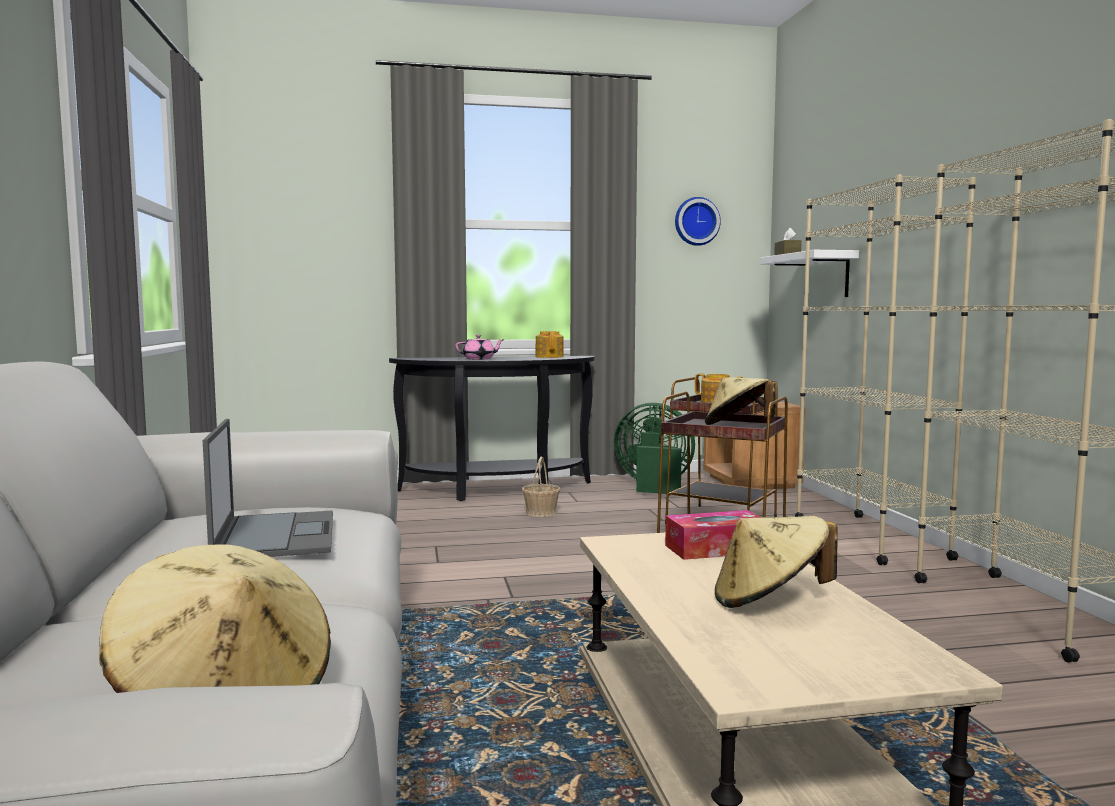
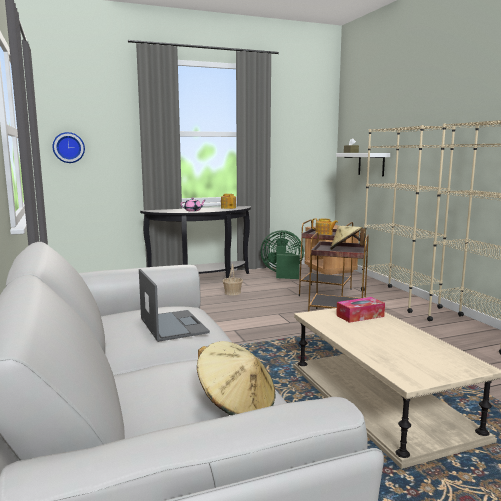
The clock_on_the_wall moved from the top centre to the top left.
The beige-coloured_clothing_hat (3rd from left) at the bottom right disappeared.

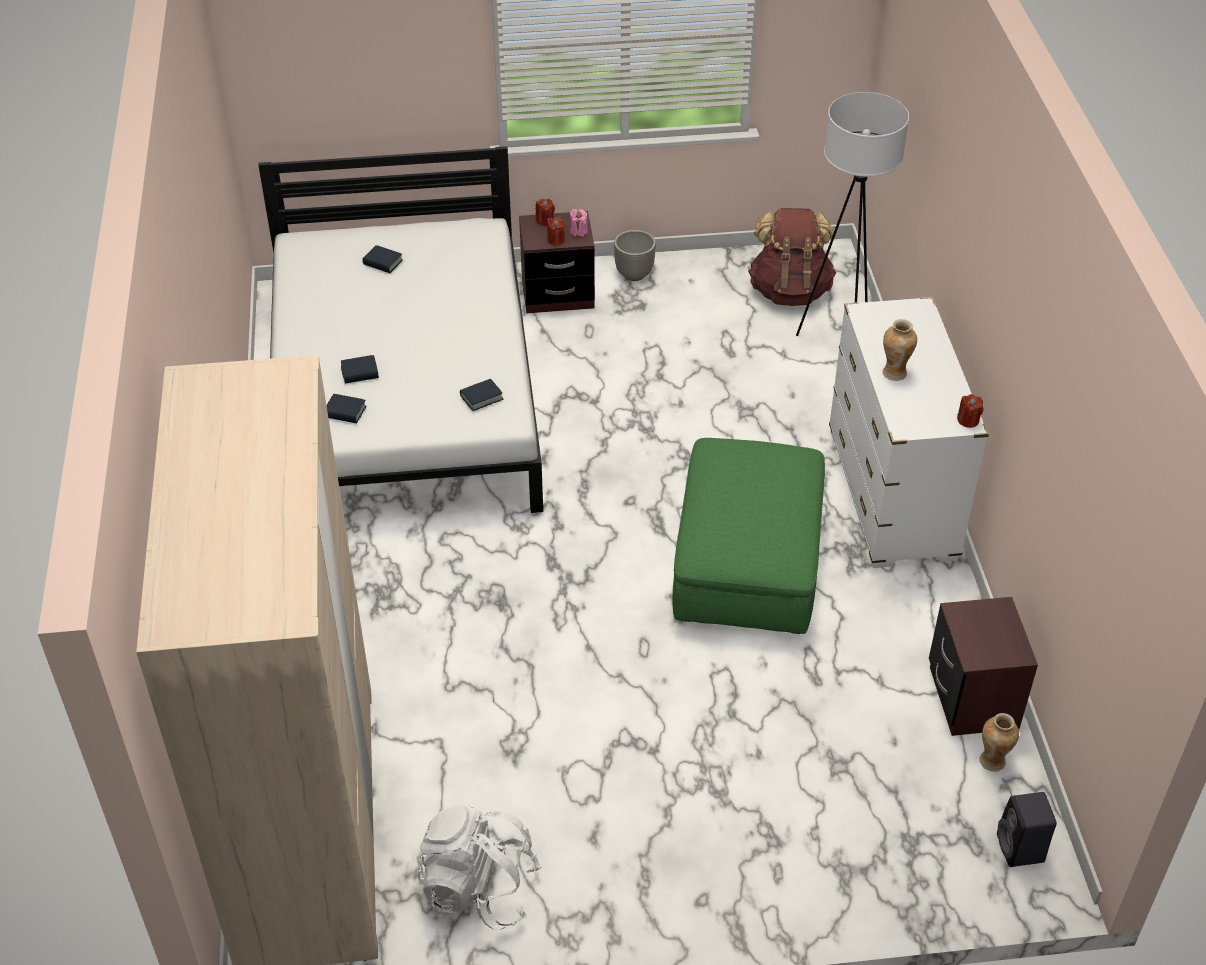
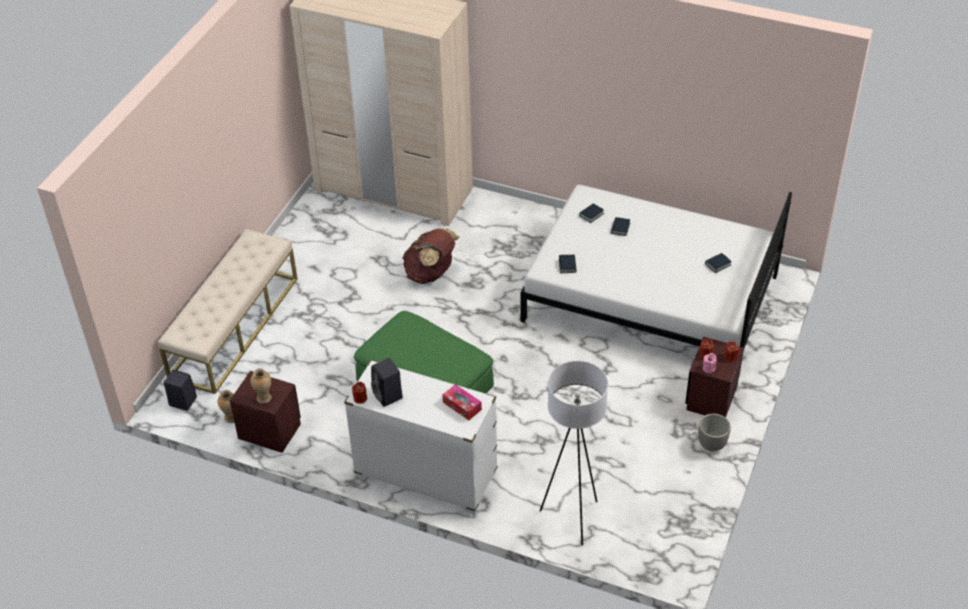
The brownish_knapsack moved from the top centre to the centre.
The flower_vase (1st from left in the first image) moved from the middle right to the middle left.
The whitish_knapsack at the bottom centre disappeared.
The beige-coloured_long_seat at the middle left appeared.
The black-coloured_loudspeaker (2nd from left) at the centre appeared.
The box_of_tissues at the centre appeared.

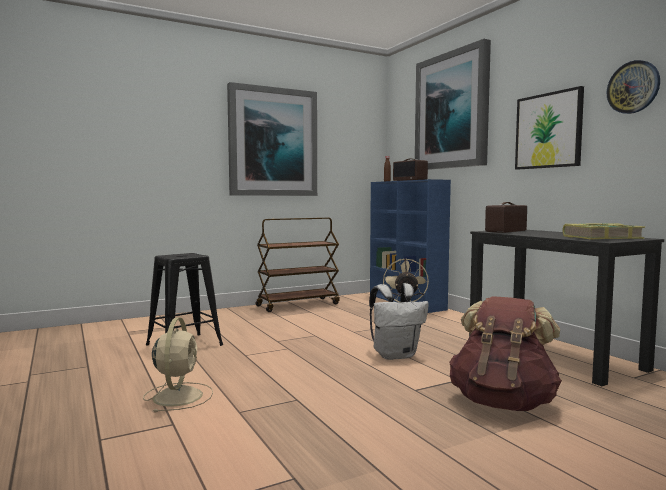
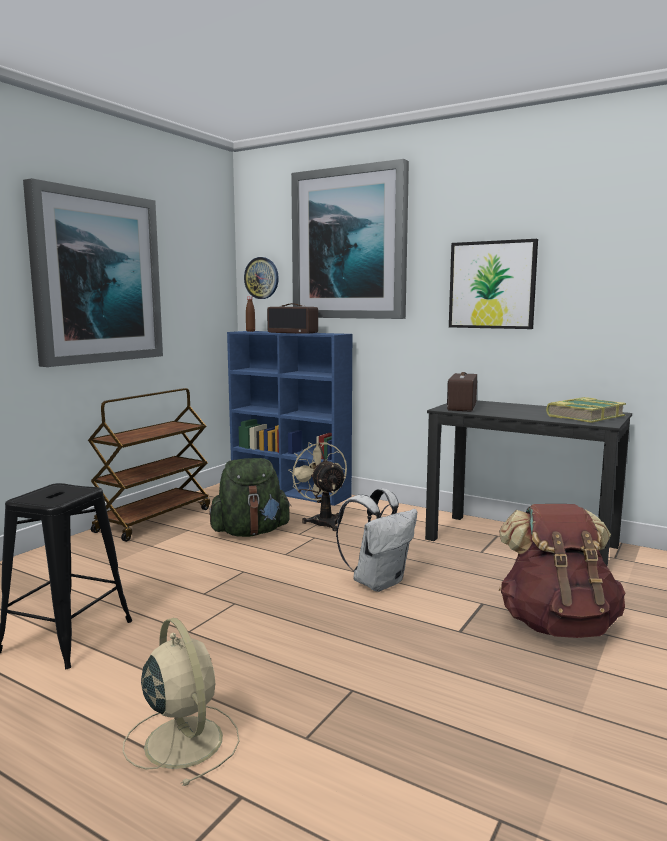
The clock_on_the_wall moved from the top right to the top centre.
The green_knapsack at the centre appeared.

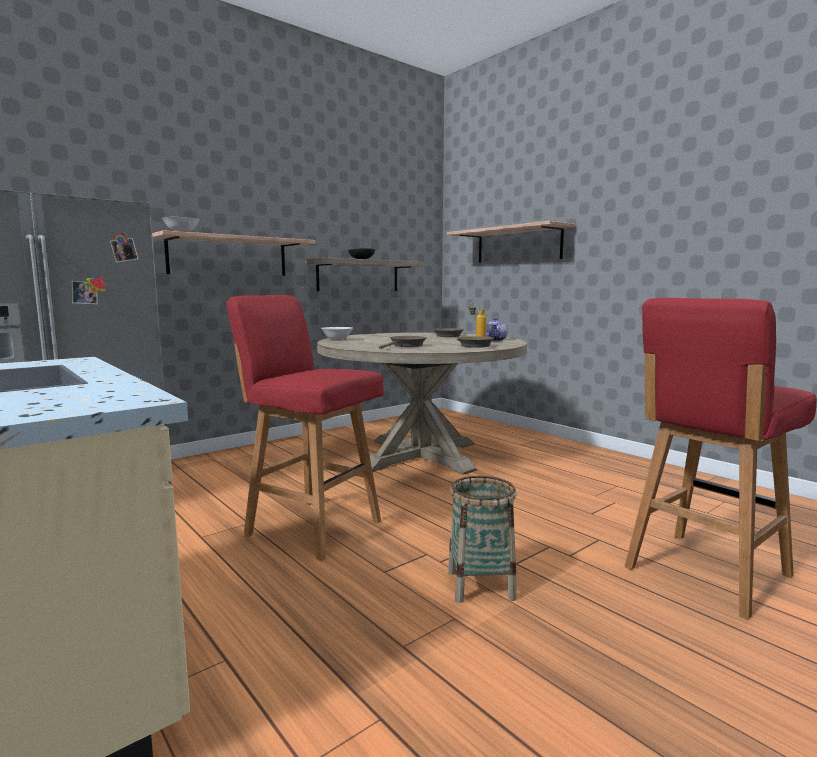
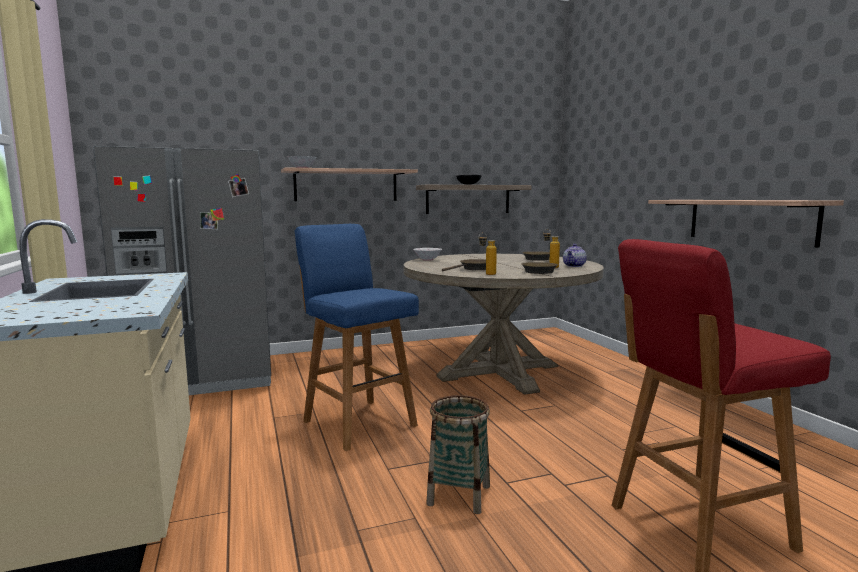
The wall_shelf (3rd from left) moved from the top centre to the middle right.
The reddish_stool_seat (1st from left) at the centre became the bluish_stool_seat at the centre.
The drink_bottle (1st from left) at the centre appeared.

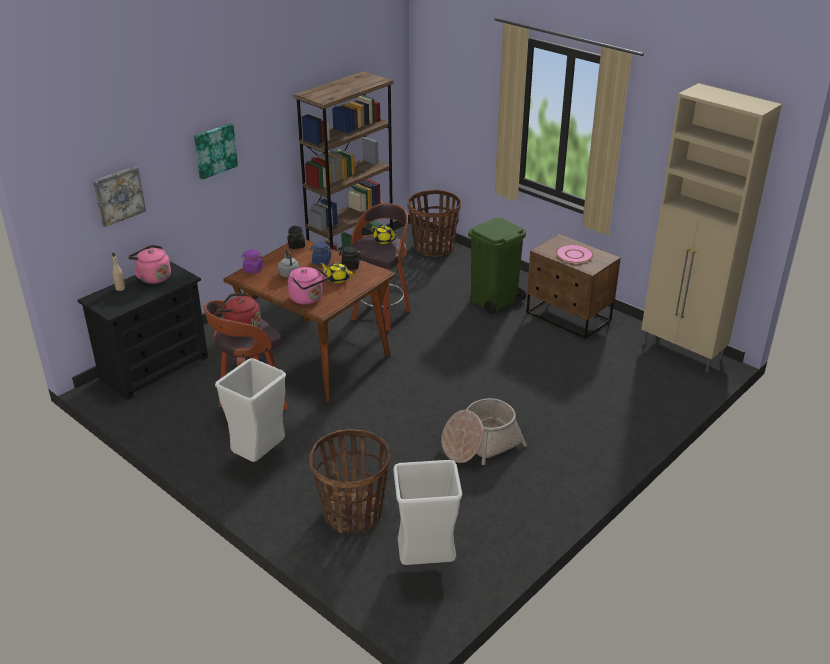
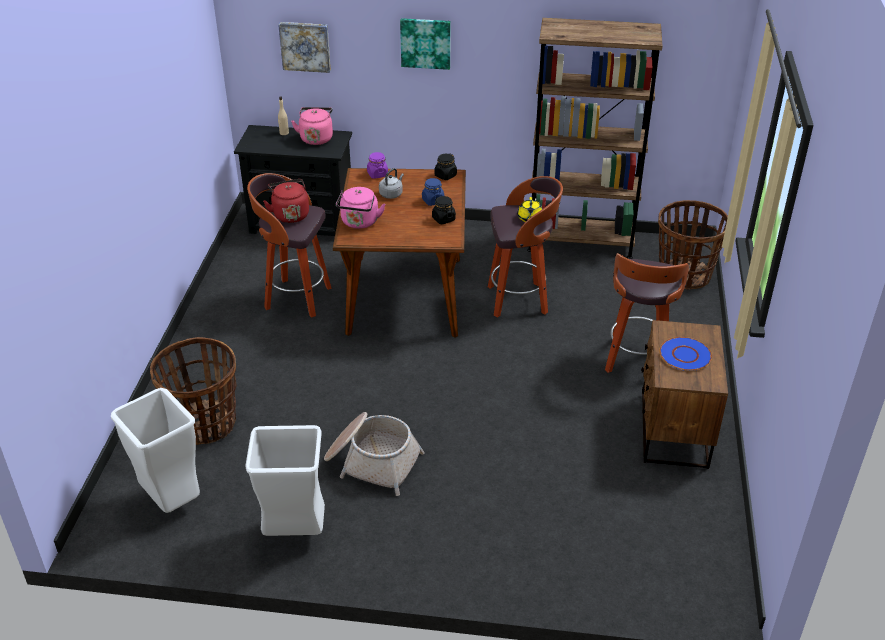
The beige-coloured_storage_cabinet at the middle right disappeared.
The green_rubbish_bin at the centre was replaced by the stool_seat (3rd from left) at the middle right.
The pinkish_flat_dish at the middle right became the bluish_flat_dish at the middle right.
The yellow-coloured_tea_pot (1st from left) at the centre disappeared.
The whitish_rubbish_bin (1st from left in the first image) moved from the middle left to the bottom left.

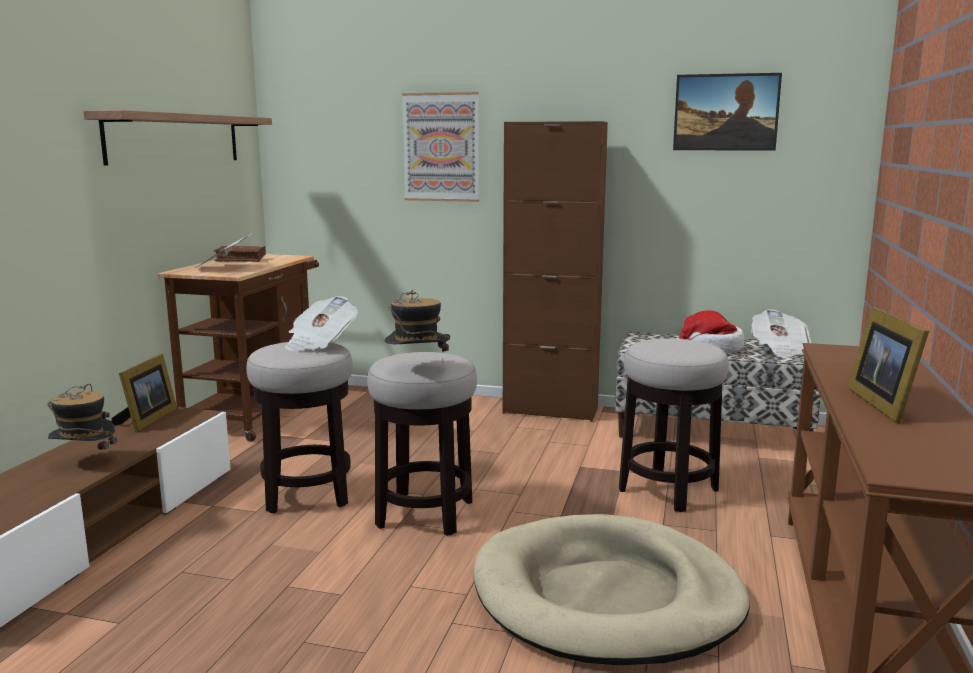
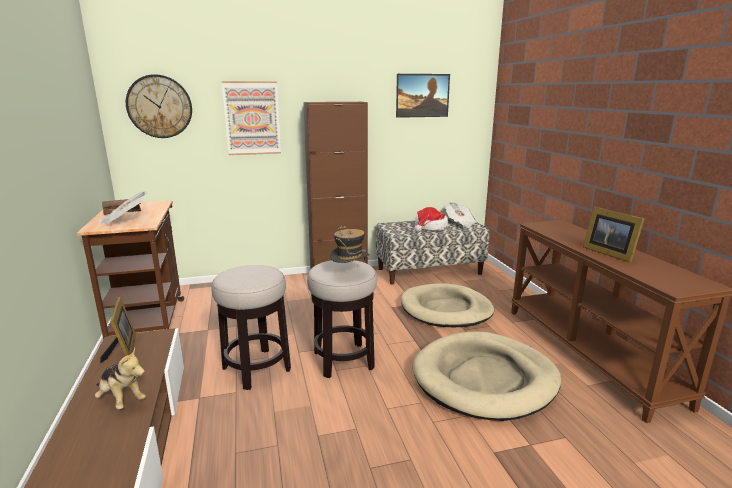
The wall_shelf at the top left disappeared.
The printed_paper (2nd from left) at the middle left disappeared.
The stool_seat (3rd from left) at the middle right was replaced by the beige-coloured_dog_bed (1st from left) at the centre.
The clothing_hat (1st from left) at the middle left was replaced by the plush_toy at the bottom left.
The clock_on_the_wall at the top left appeared.

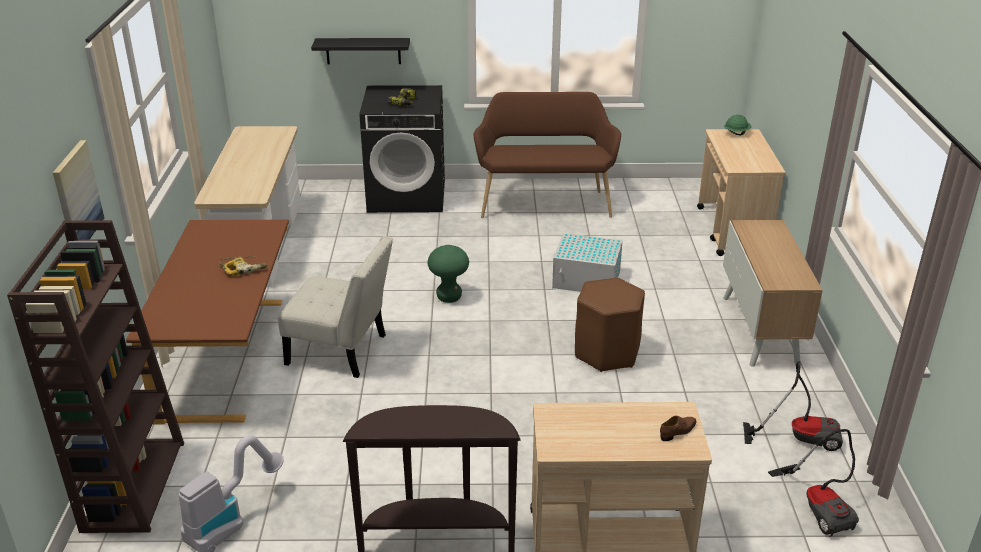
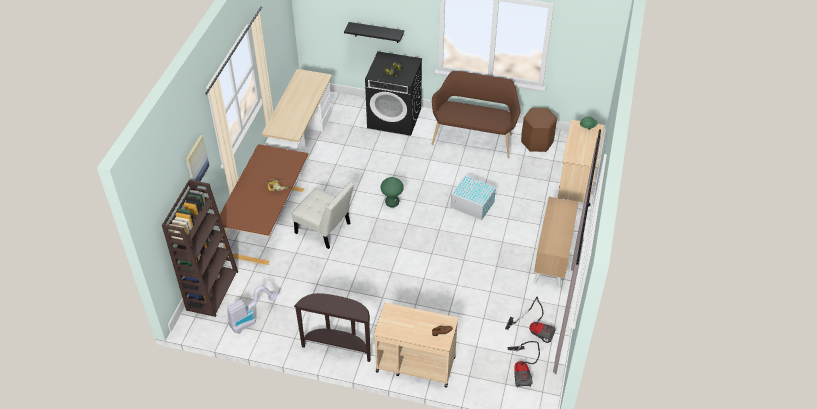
The brownish_stool_seat moved from the centre to the top centre.

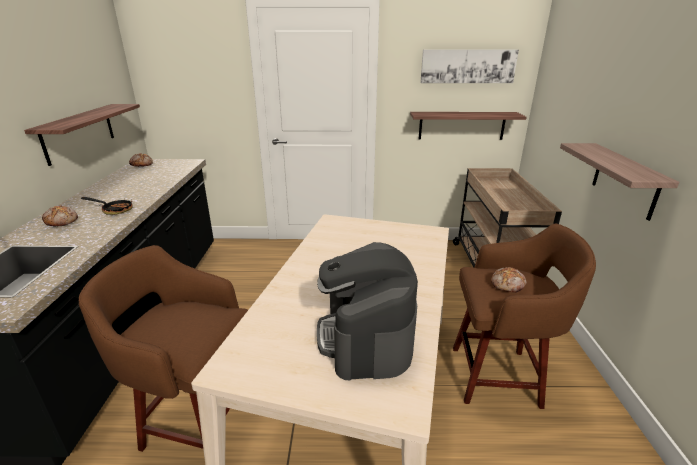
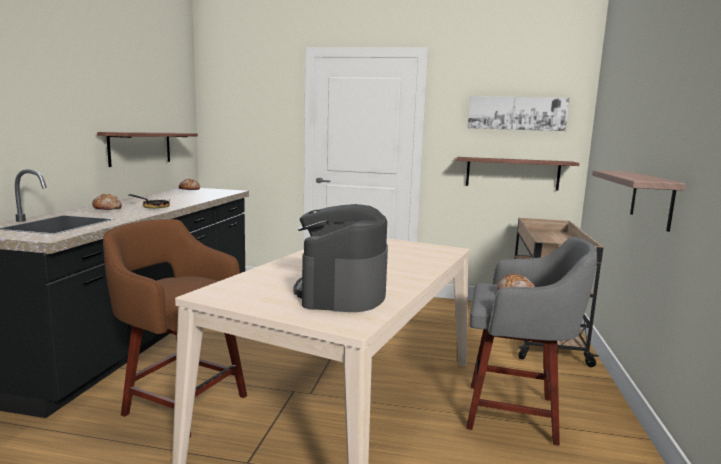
The brownish_stool_seat (2nd from left) at the bottom right became the grey_stool_seat at the bottom right.

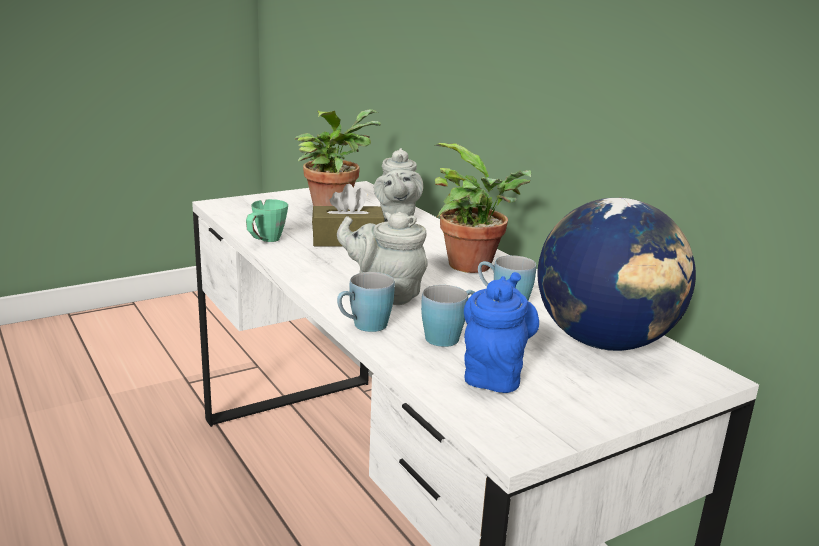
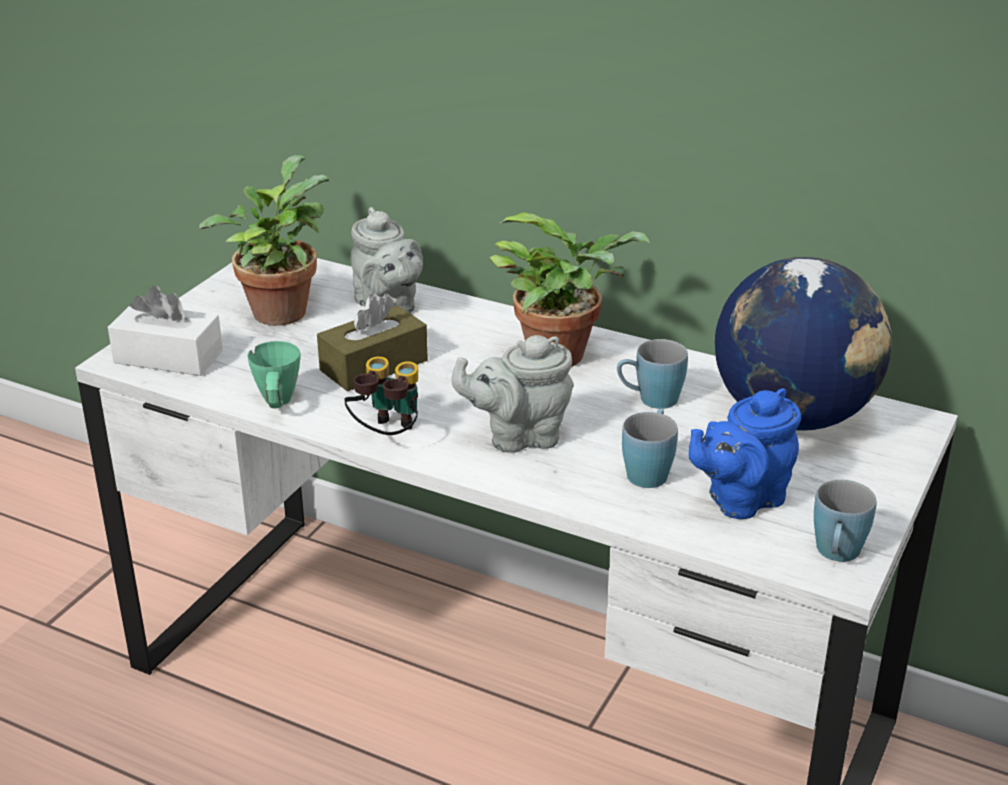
The bluish_mug (1st from left in the first image) moved from the centre to the middle right.
The bluish_tea_pot at the centre turned 105 degrees counterclockwise.
The whitish_box_of_tissues at the middle left appeared.
The pair_of_binoculars at the centre appeared.

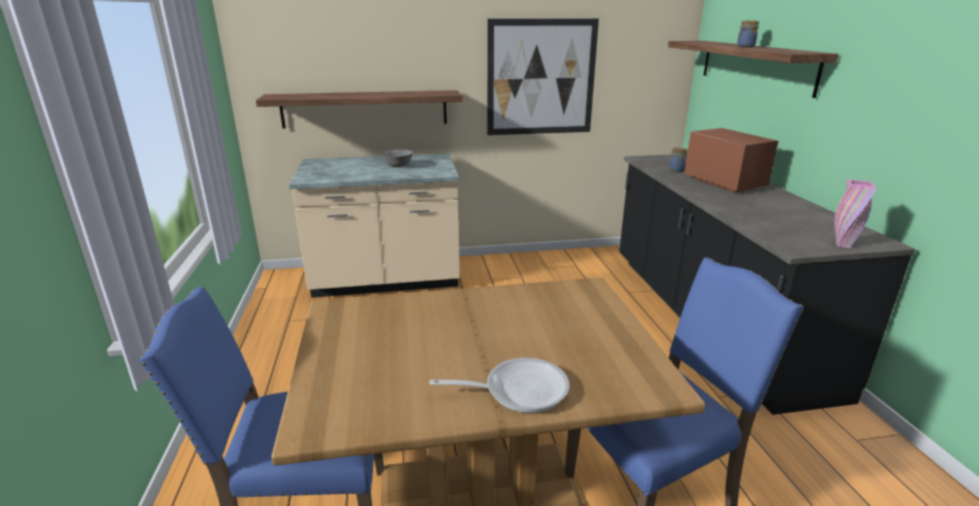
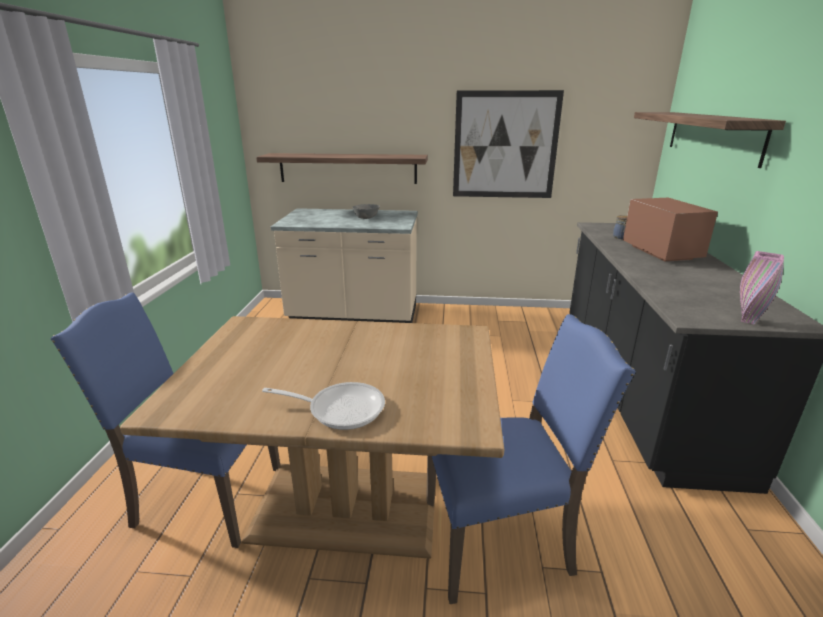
The preserve_jar (2nd from left) at the top right disappeared.

